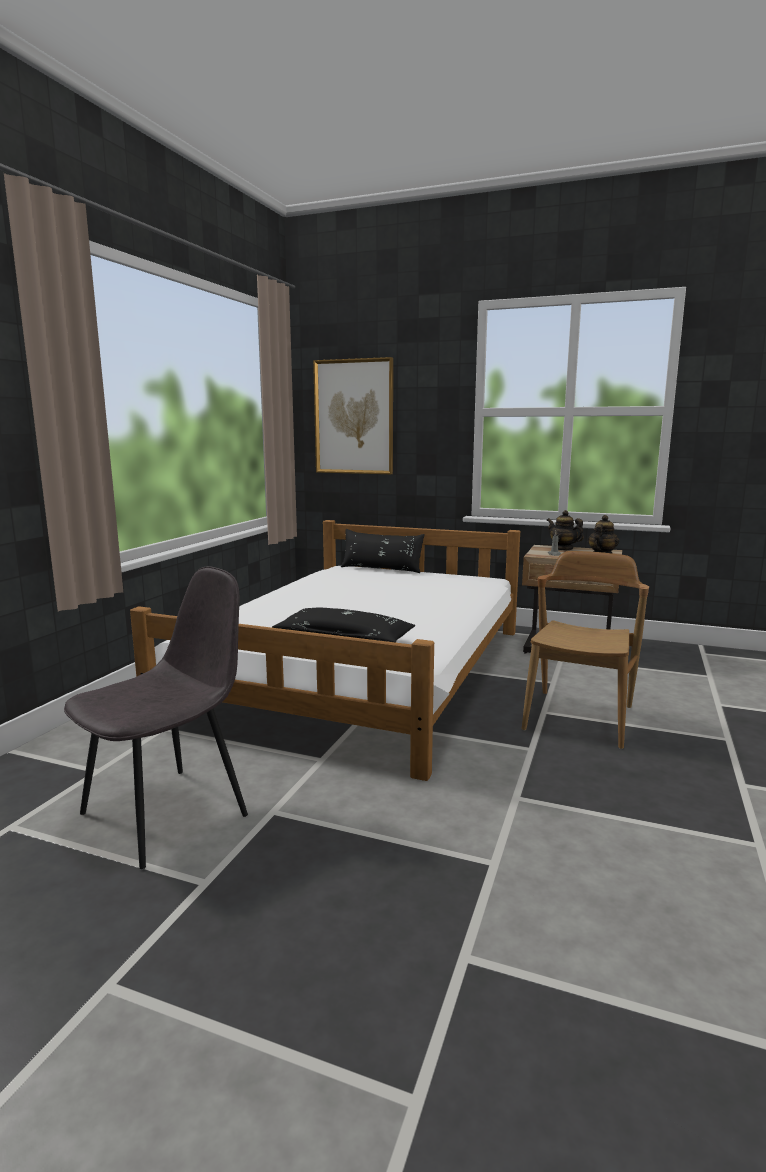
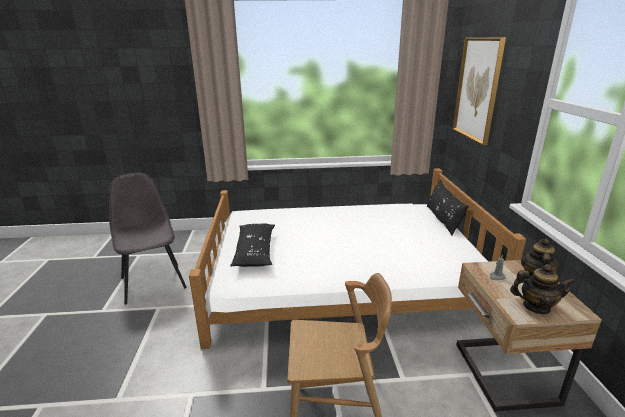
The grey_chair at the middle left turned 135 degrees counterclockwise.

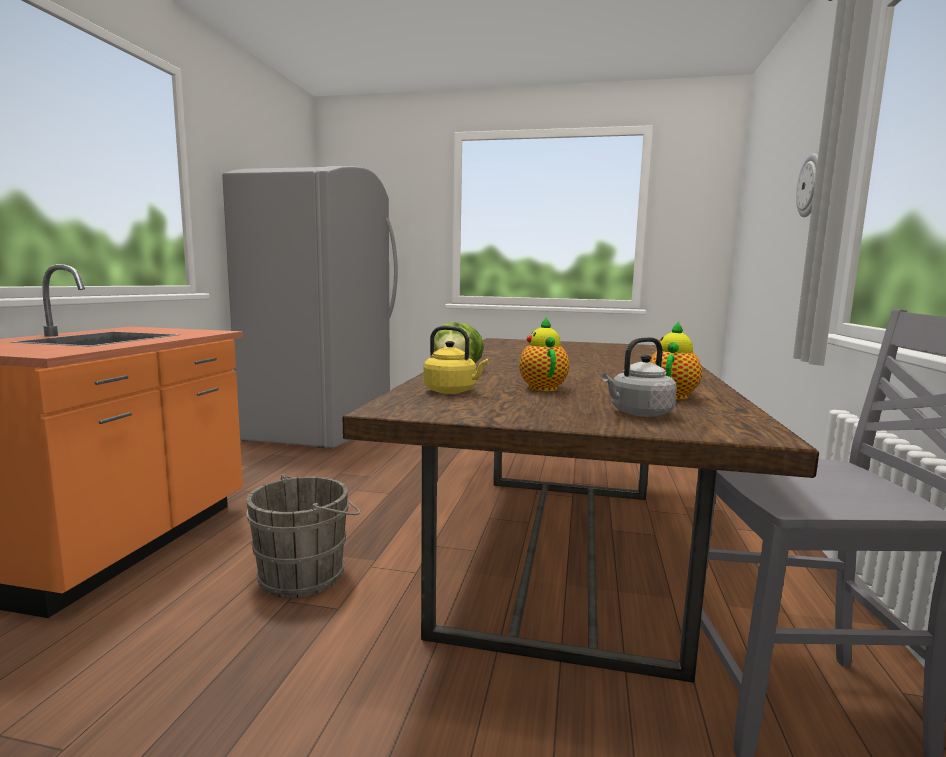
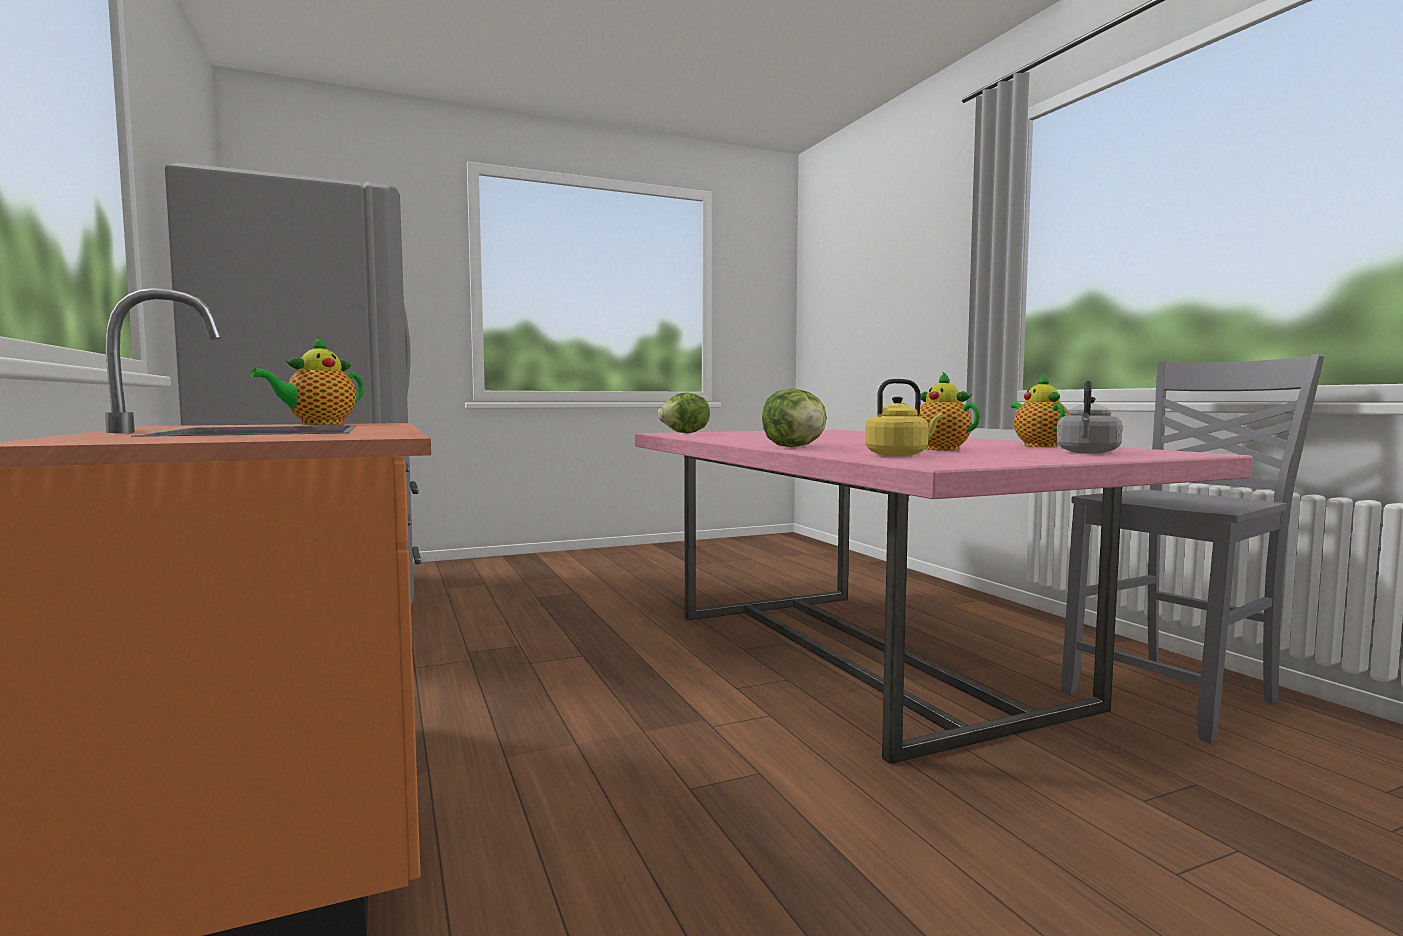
The clock_on_the_wall at the top right disappeared.
The brownish_dining_table at the bottom centre became the pinkish_dining_table at the middle right.
The grey_bucket at the bottom left disappeared.
The tea_pot (1st from left) at the middle left appeared.
The head_of_lettuce (1st from left) at the centre appeared.

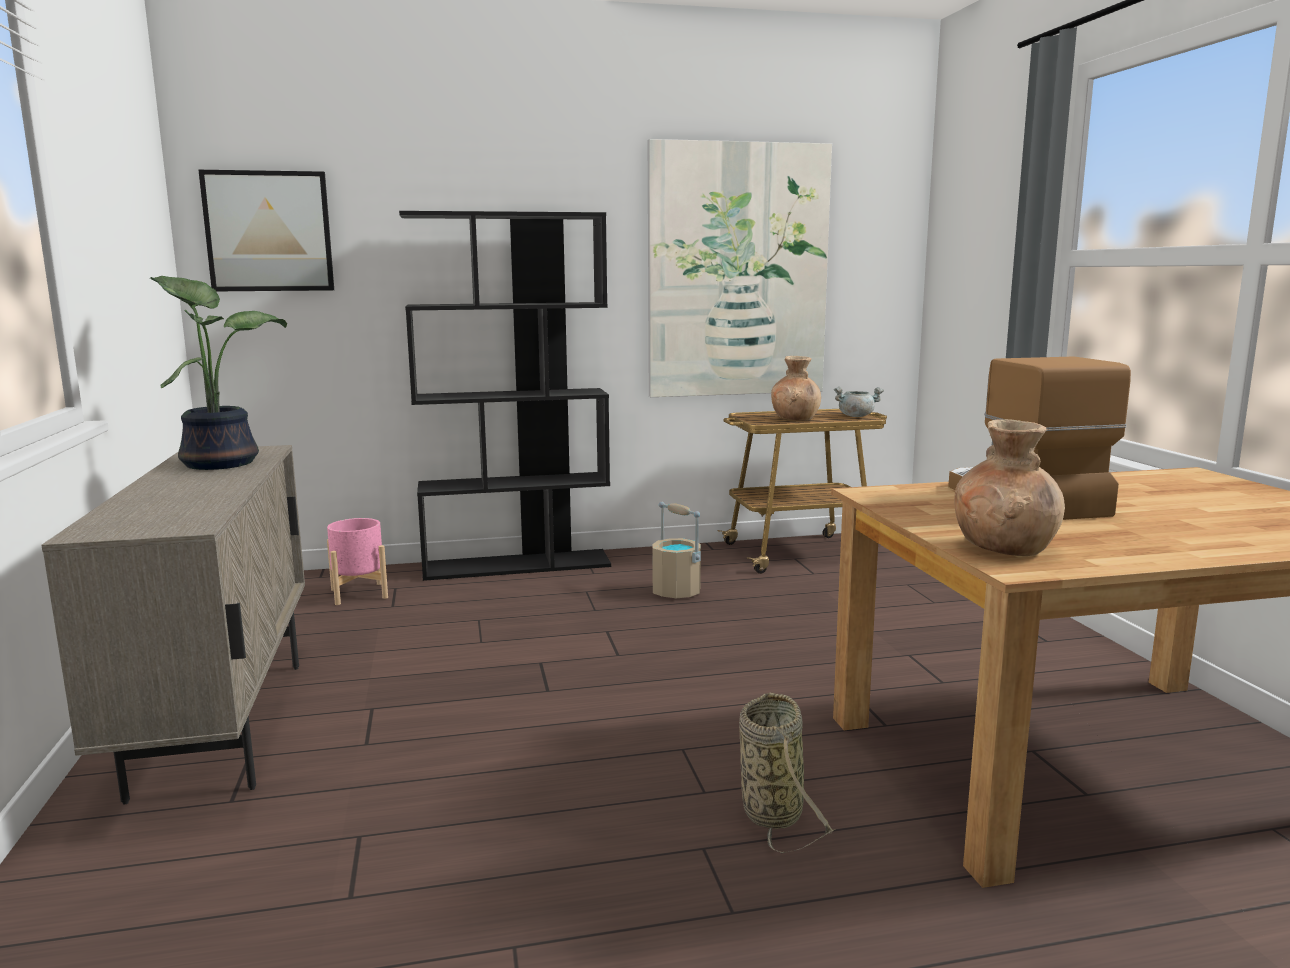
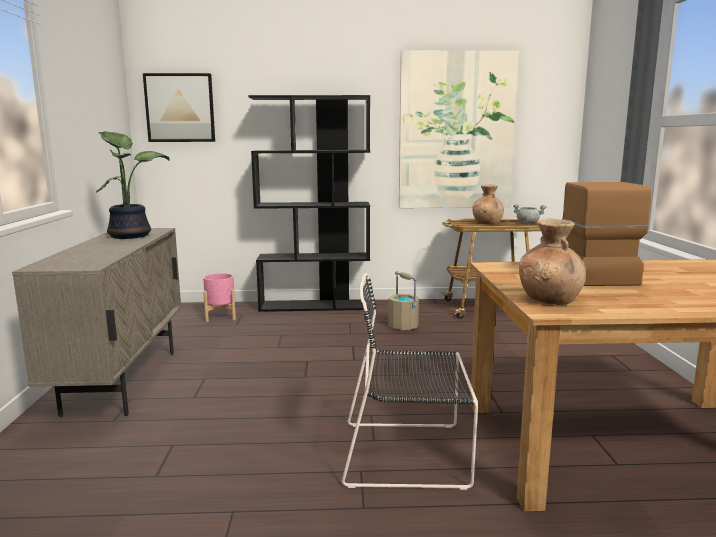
The basket at the bottom centre was replaced by the black-coloured_chair at the bottom centre.

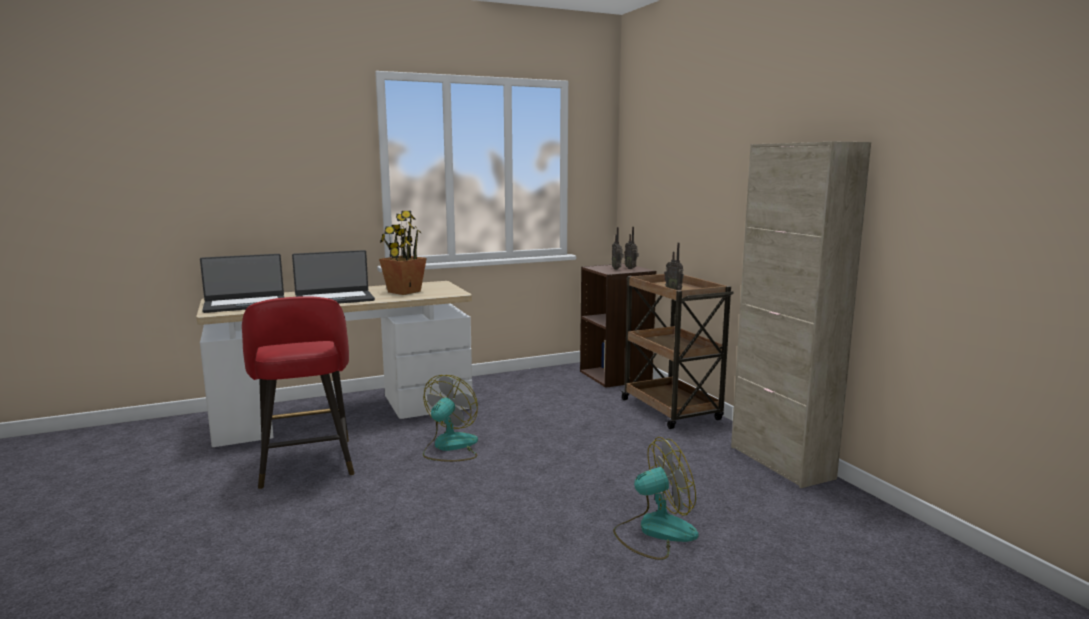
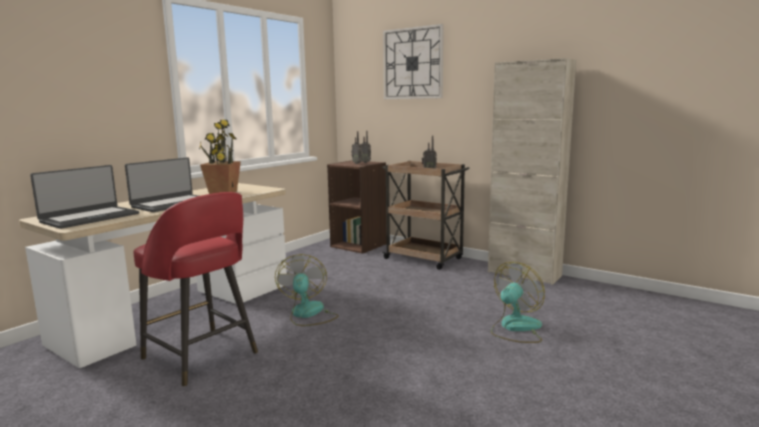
The clock_on_the_wall at the top centre appeared.

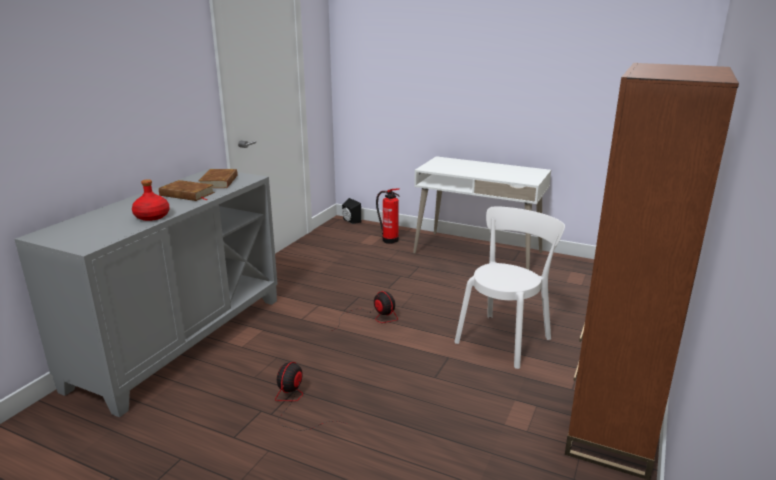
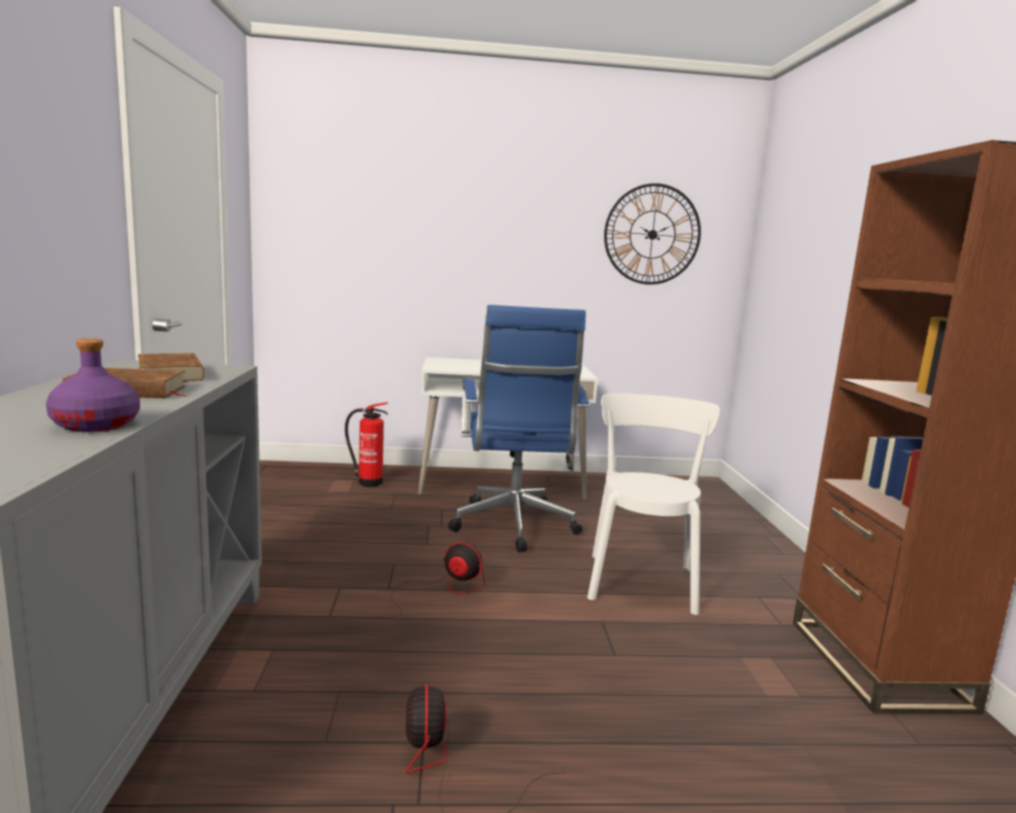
The reddish_drink_bottle at the middle left became the purplish_drink_bottle at the middle left.
The black-coloured_loudspeaker at the centre disappeared.
The clock_on_the_wall at the top centre appeared.
The bluish_desk_chair at the centre appeared.

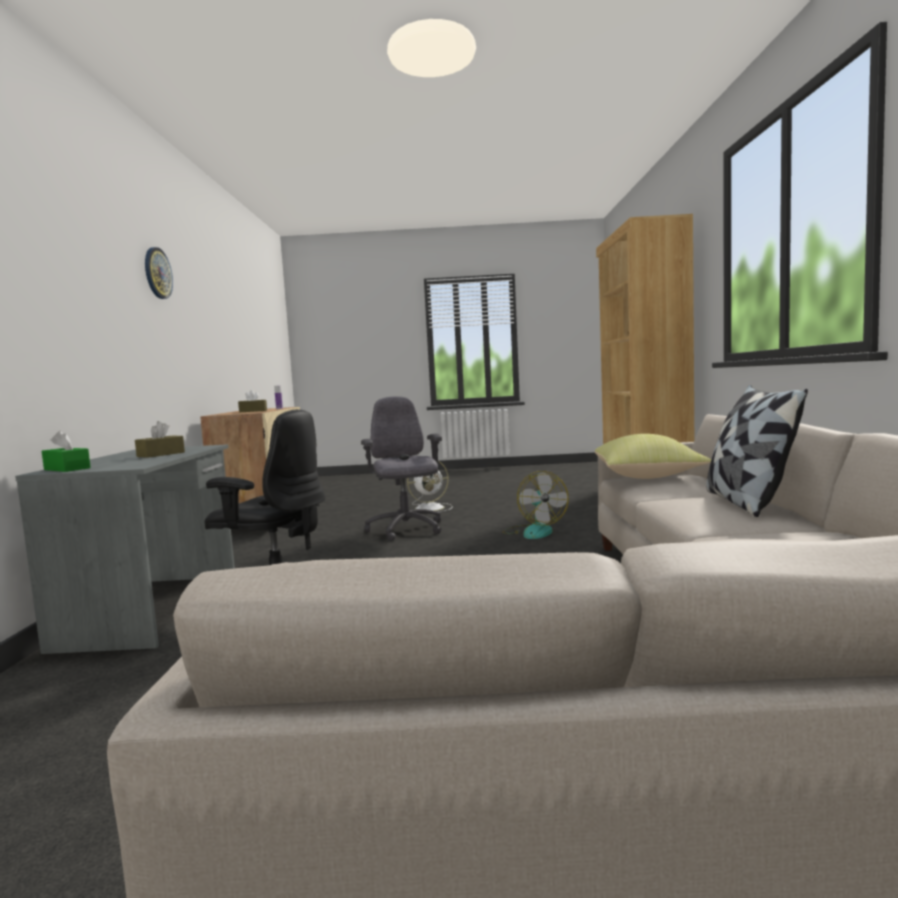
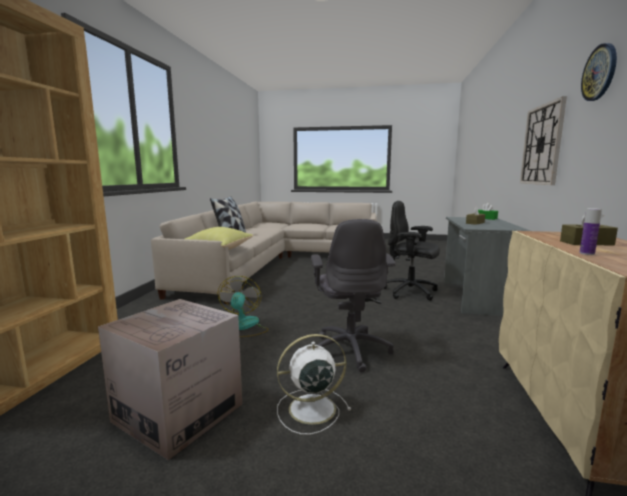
The clock_on_the_wall (1st from left) at the top right appeared.
The carton at the bottom left appeared.

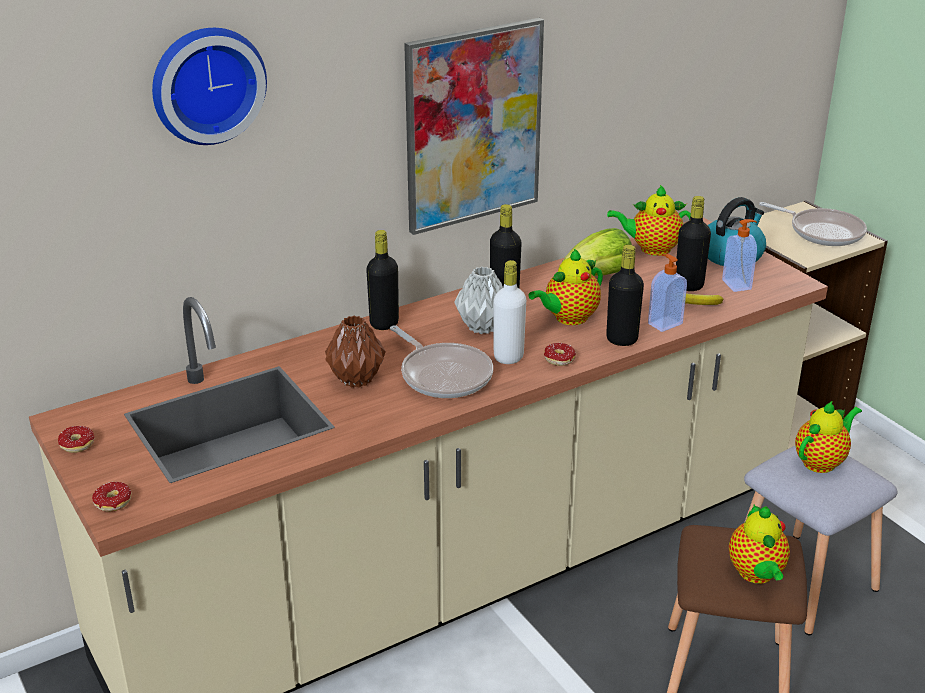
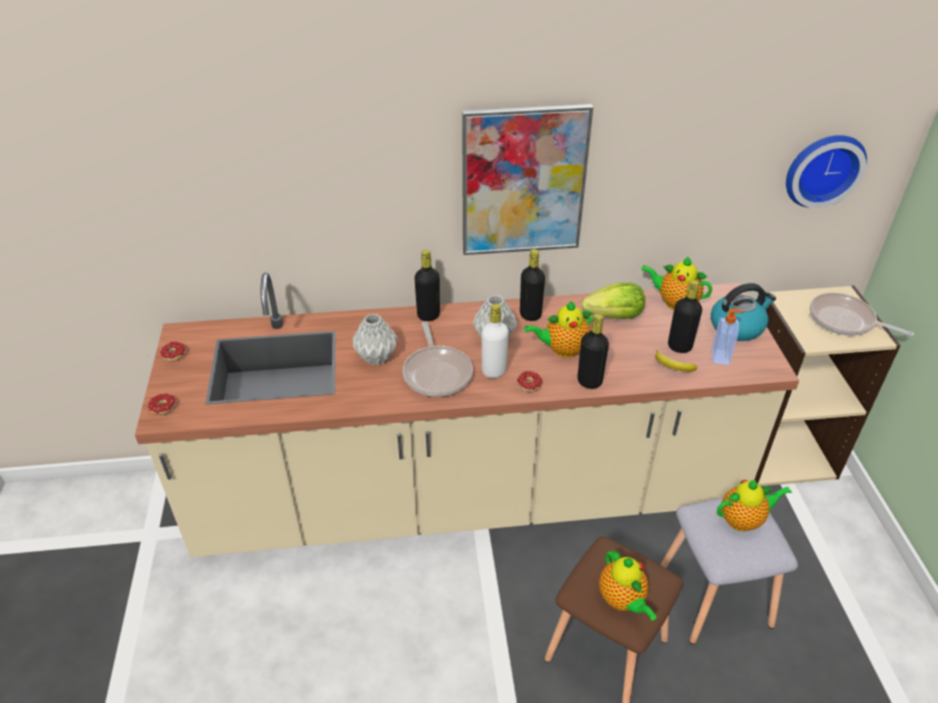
The clock_on_the_wall moved from the top left to the top right.
The frying_pan (2nd from left) at the top right turned 150 degrees clockwise.
The soap_dispenser (1st from left) at the middle right disappeared.
The brownish_flower_vase at the centre became the grey_flower_vase (1st from left) at the centre.
The tea_pot (3rd from left in the first image) at the bottom right turned 45 degrees counterclockwise.

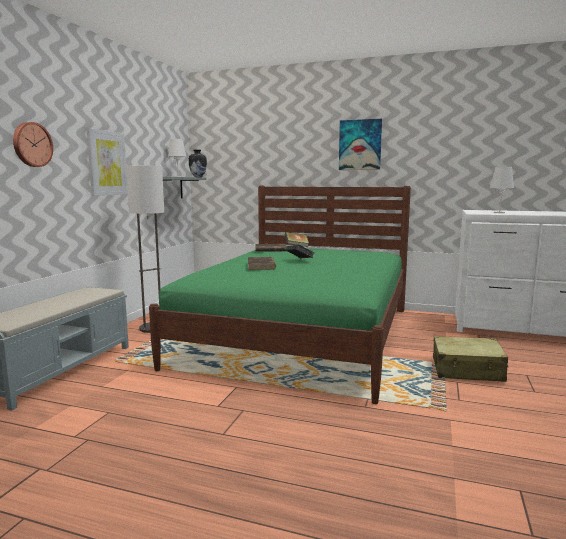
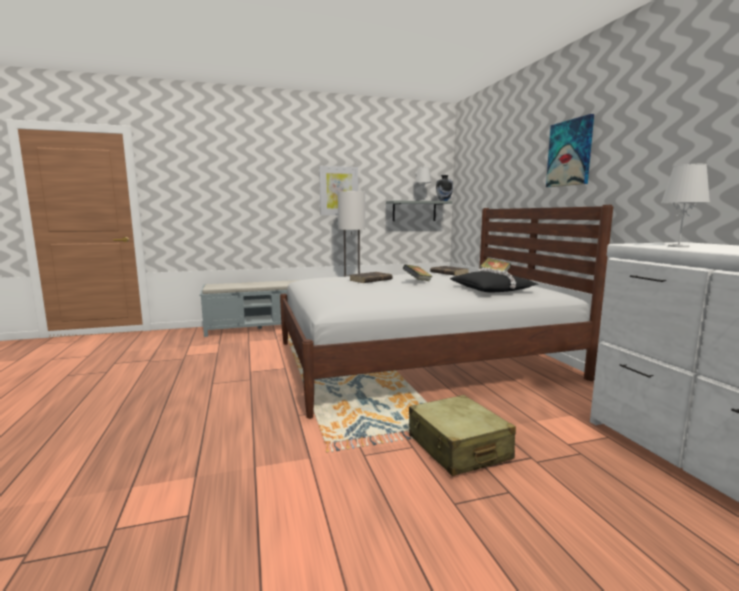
The clock_on_the_wall at the top left disappeared.
The green_bed at the centre became the whitish_bed at the centre.
The black-coloured_throw_pillow at the middle right appeared.

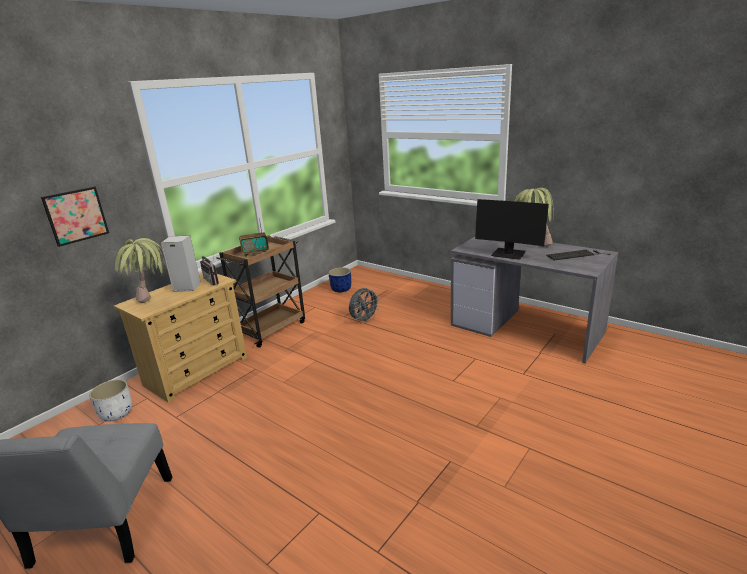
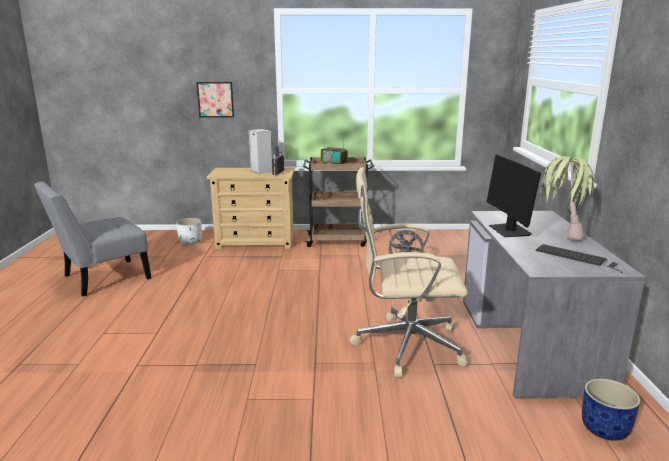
The plant_in_a_pot (1st from left) at the middle left disappeared.
The bluish_plant_pot moved from the centre to the bottom right.
The beige-coloured_desk_chair at the centre appeared.

